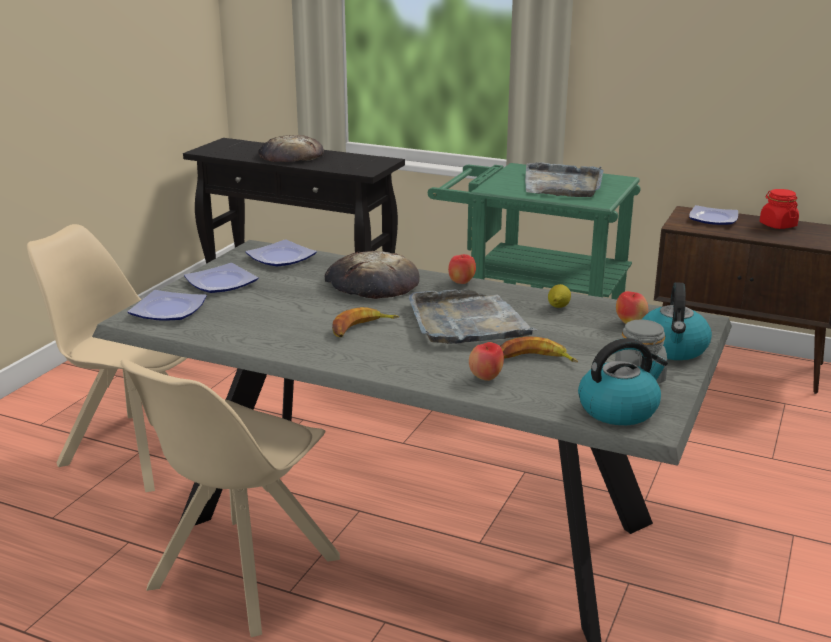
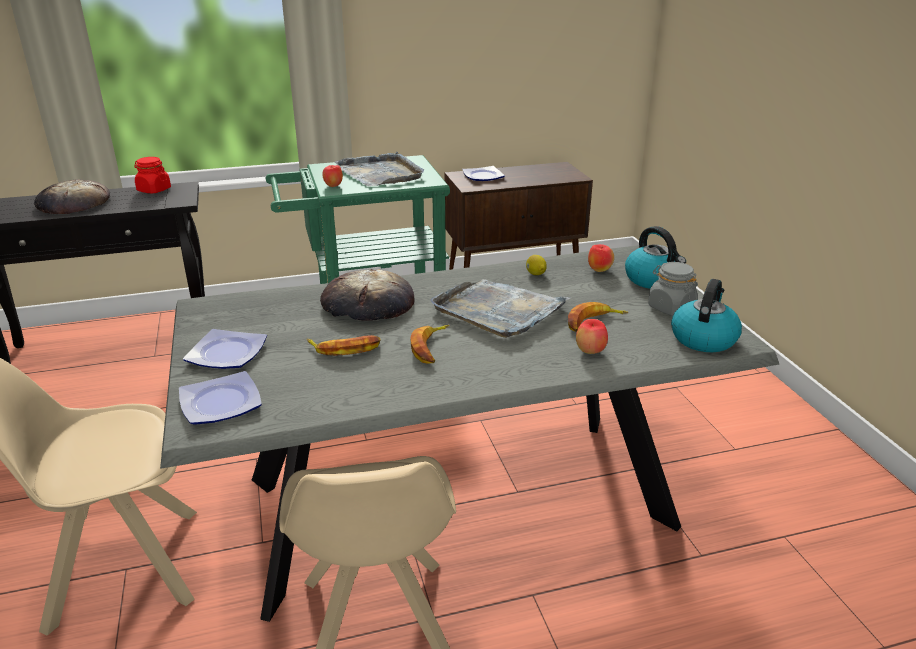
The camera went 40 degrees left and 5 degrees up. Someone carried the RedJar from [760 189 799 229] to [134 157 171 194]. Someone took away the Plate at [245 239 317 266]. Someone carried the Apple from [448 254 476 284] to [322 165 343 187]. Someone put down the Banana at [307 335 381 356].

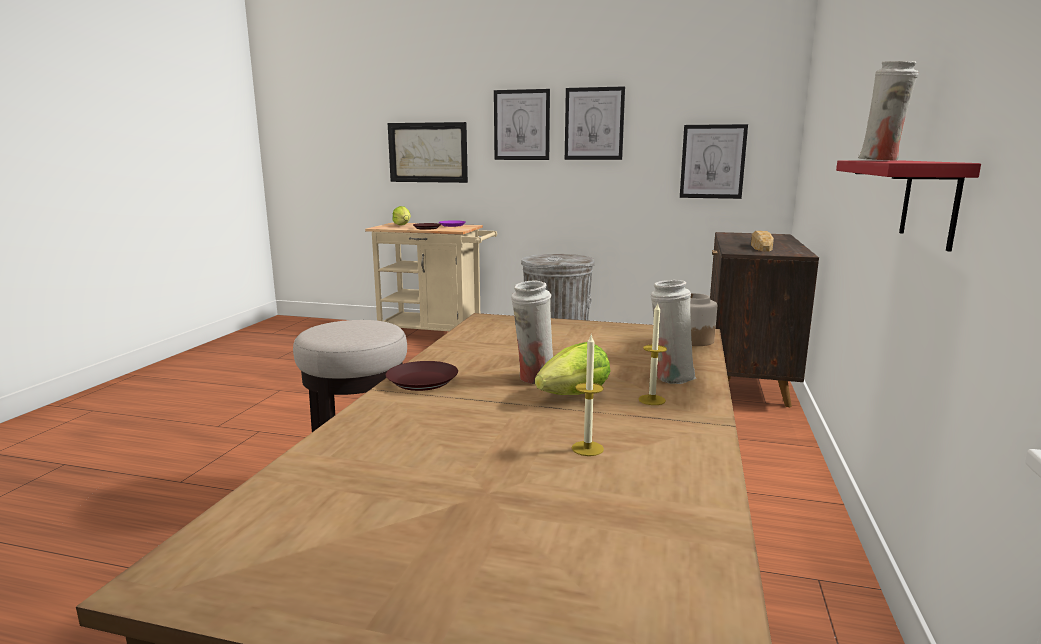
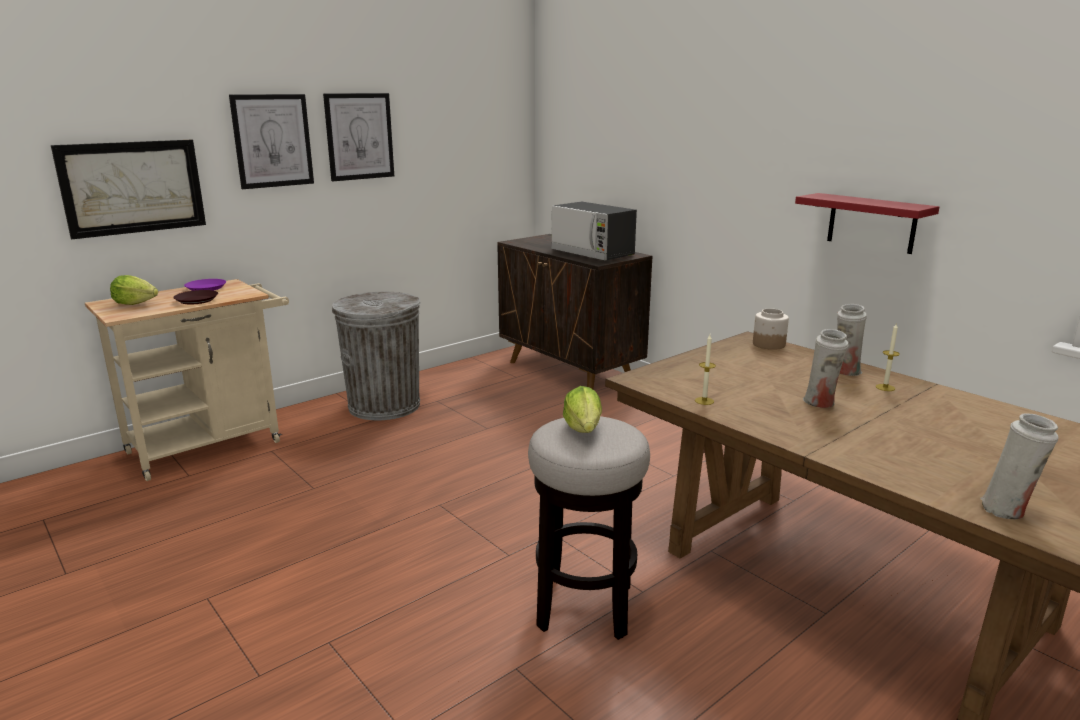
The camera went 55 degrees left and 5 degrees up. Someone carried the WhiteVase from [858 61 918 161] to [980 413 1059 519]. Someone took away the Picture at [680 124 748 199]. Someone swapped the Bread at [751 231 774 251] for the Microwave at [551 202 637 261]. Someone carried the Candle from [572 335 604 456] to [695 335 716 405]. Someone carried the Lettuce from [535 342 611 395] to [563 386 602 433]. Someone took away the BrownPlate at [386 361 458 391].

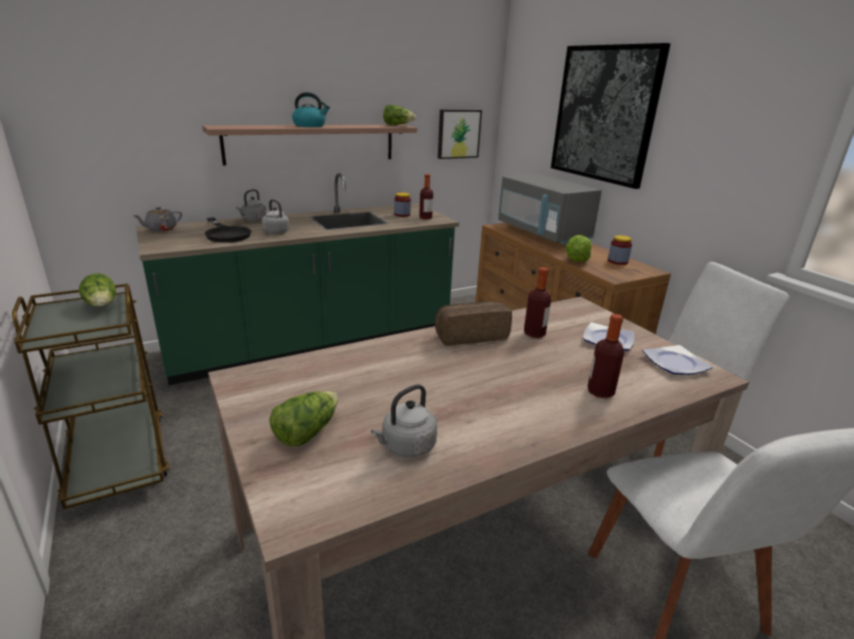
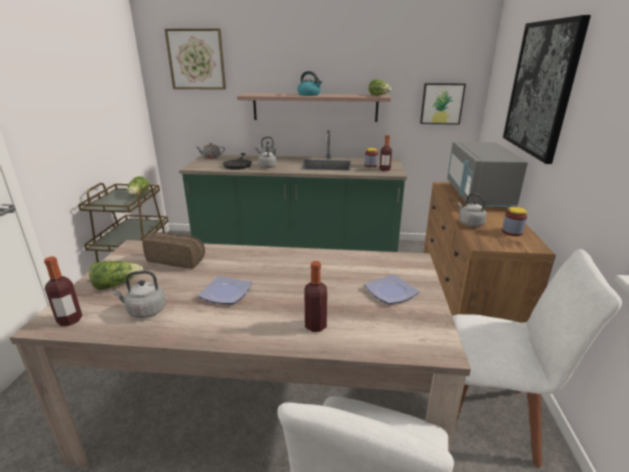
The camera went 35 degrees right and 0 degrees up. Someone swapped the Lettuce at [565 235 591 262] for the GreyKettle at [457 193 487 227]. Someone carried the Bottle from [524 267 551 338] to [44 256 82 326]. Someone carried the Bread from [435 301 512 346] to [142 232 205 269]. Someone carried the Plate from [642 345 713 375] to [198 276 252 304]. Someone put up the Picture at [165 28 226 90].

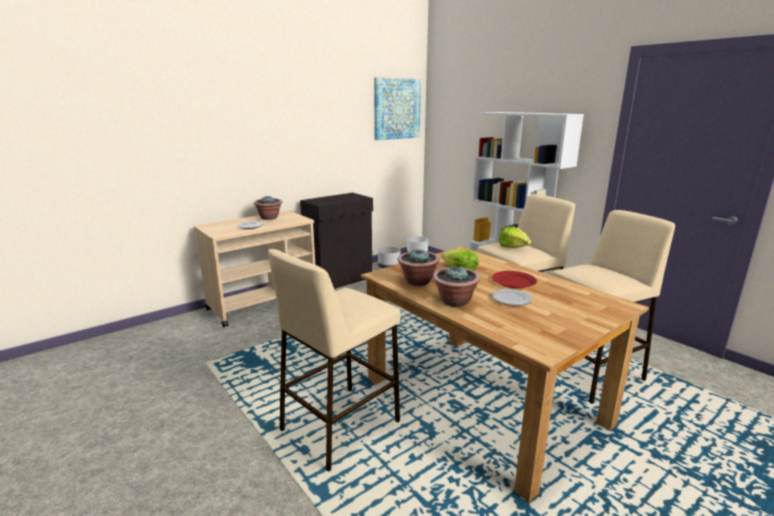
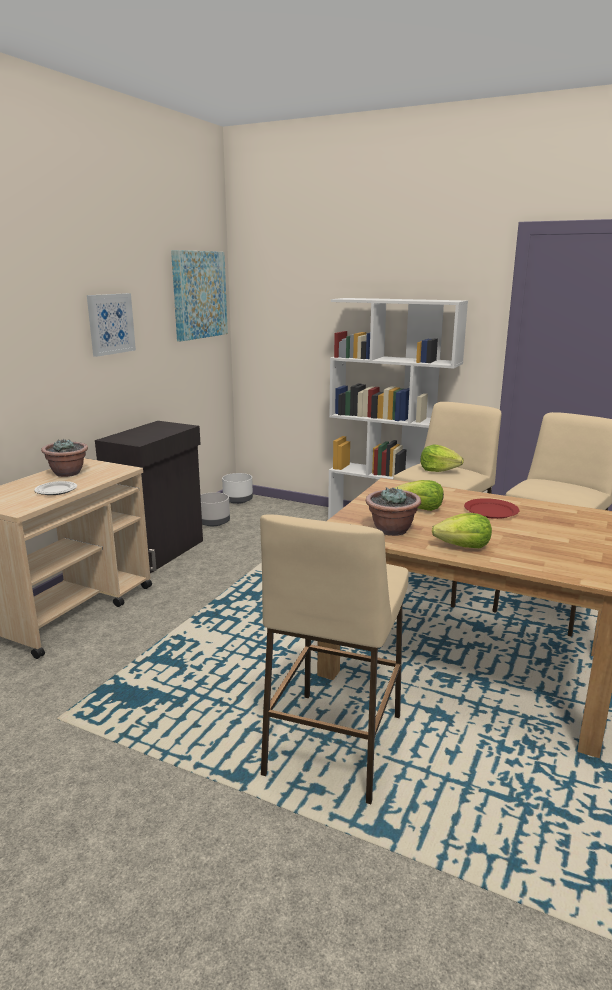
The camera went 25 degrees left and 0 degrees up. Someone swapped the PottedPlant at [433 266 480 307] for the Lettuce at [432 513 492 548]. Someone took away the Plate at [492 289 532 306]. Someone put up the Picture at [87 293 136 357].

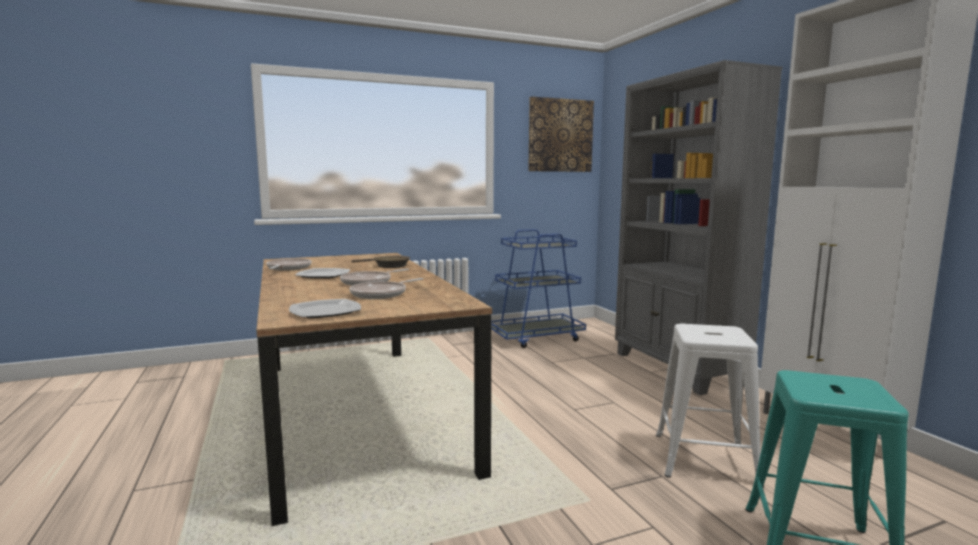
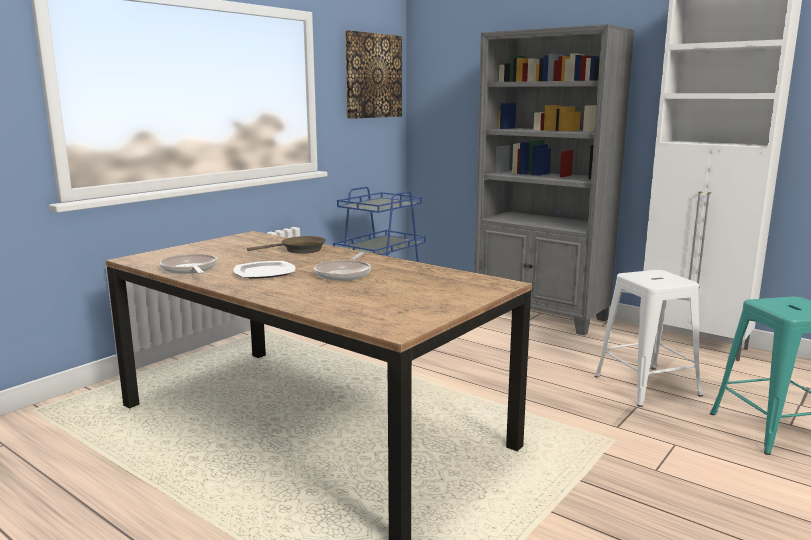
The camera went 30 degrees left and 5 degrees up. Someone took away the FryingPan at [349 278 423 299]. Someone took away the Plate at [289 299 361 318].

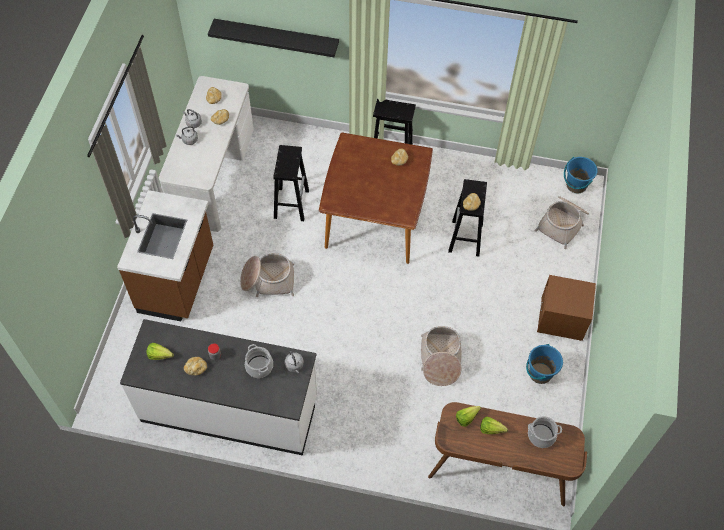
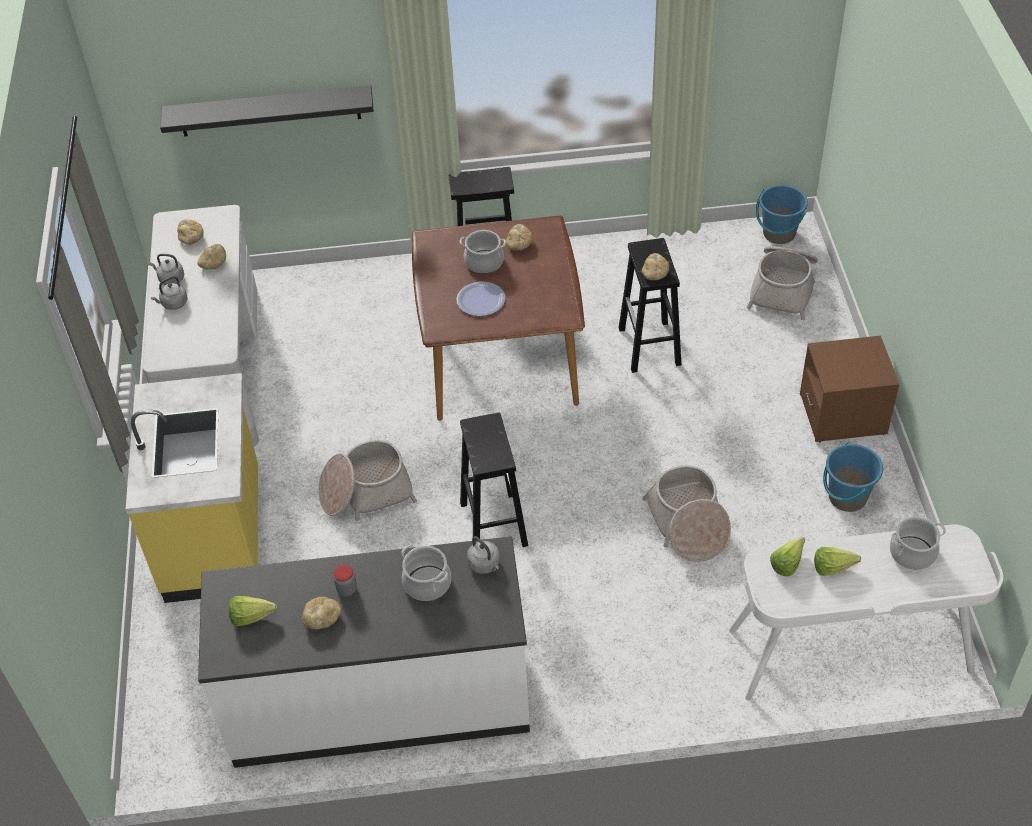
The camera went 15 degrees left and 10 degrees down. Someone carried the BlackStool from [273 145 309 221] to [460 413 528 547]. Someone repainted the BrownCounter at [117 190 213 321], which became the YellowCounter at [126 373 258 603]. Someone repainted the BrownDesk at [428 402 587 506], which became the WhiteDesk at [729 524 1003 701]. Someone put down the CookingPot at [460 230 506 274]. Someone put down the Plate at [456 281 505 316].

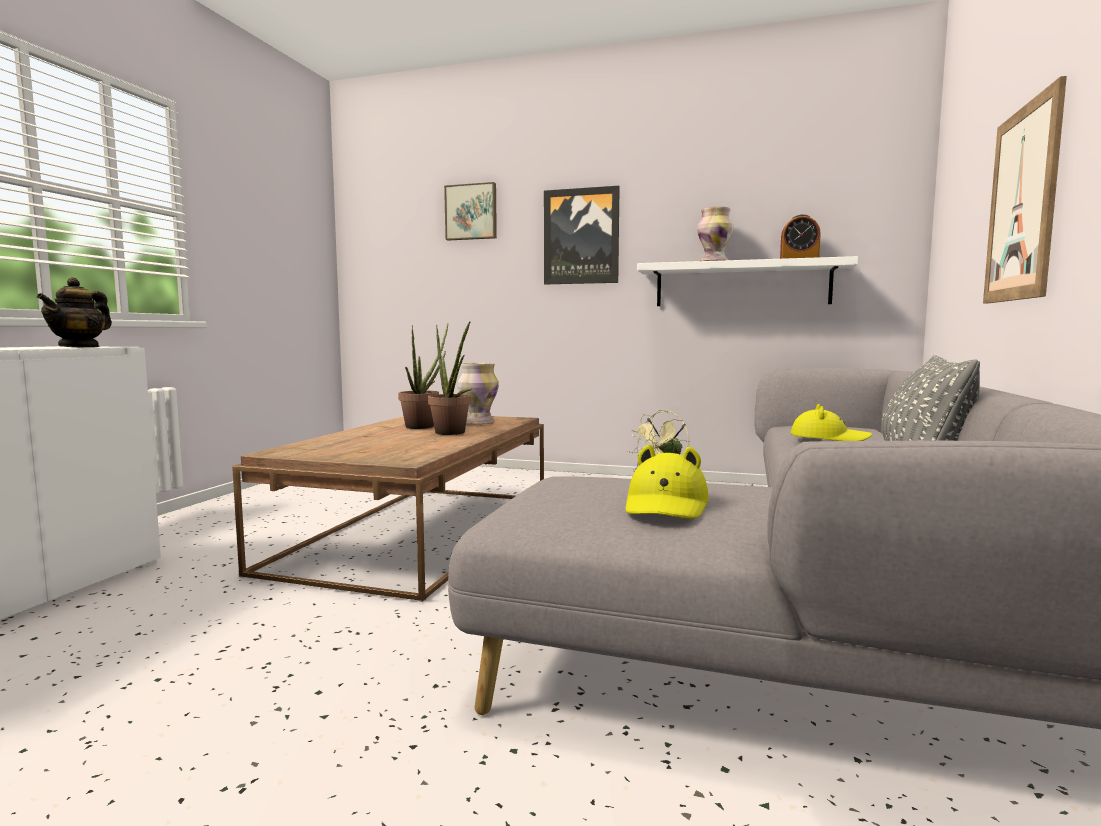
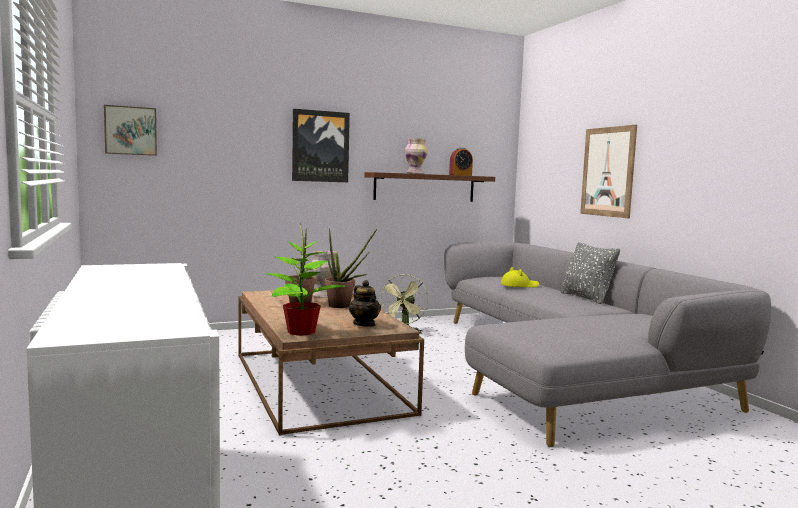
The camera went 40 degrees left and 0 degrees up. Someone carried the Picture from [444 182 497 240] to [104 105 157 156]. Someone repainted the WhiteShelf at [637 256 858 306], which became the BrownShelf at [364 172 495 202]. Someone carried the Teapot from [37 277 112 347] to [349 280 381 327]. Someone took away the YellowHat at [626 445 709 519]. Someone put down the PottedPlant at [266 240 346 336].

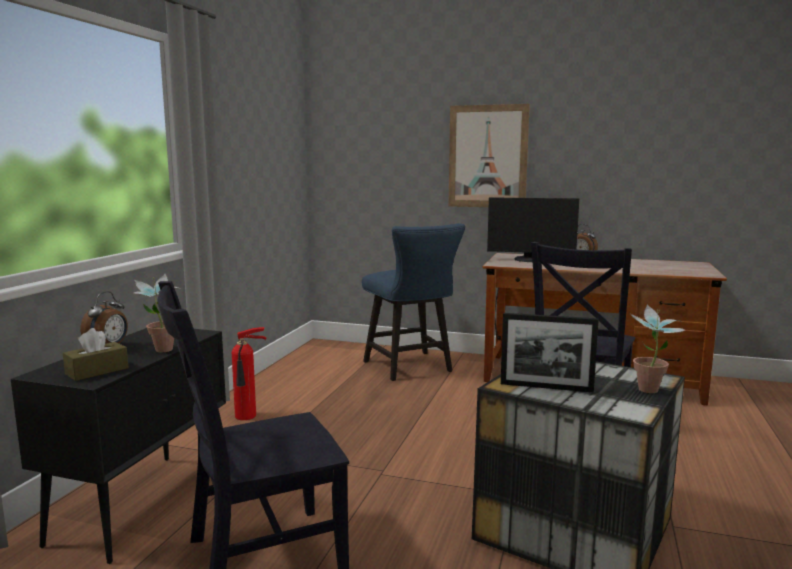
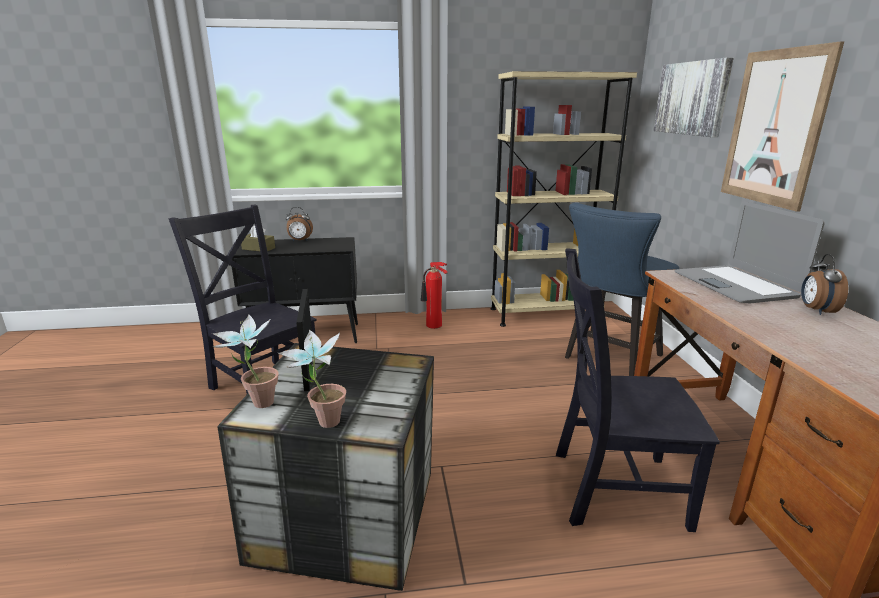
The camera went 65 degrees right and 10 degrees up. Someone swapped the Monitor at [487 197 579 262] for the Laptop at [674 202 825 303]. Someone carried the PottedPlant from [132 274 181 352] to [212 315 279 408]. Someone put up the Picture at [653 57 734 137]. Someone put down the BeigeBookcase at [491 71 637 327].

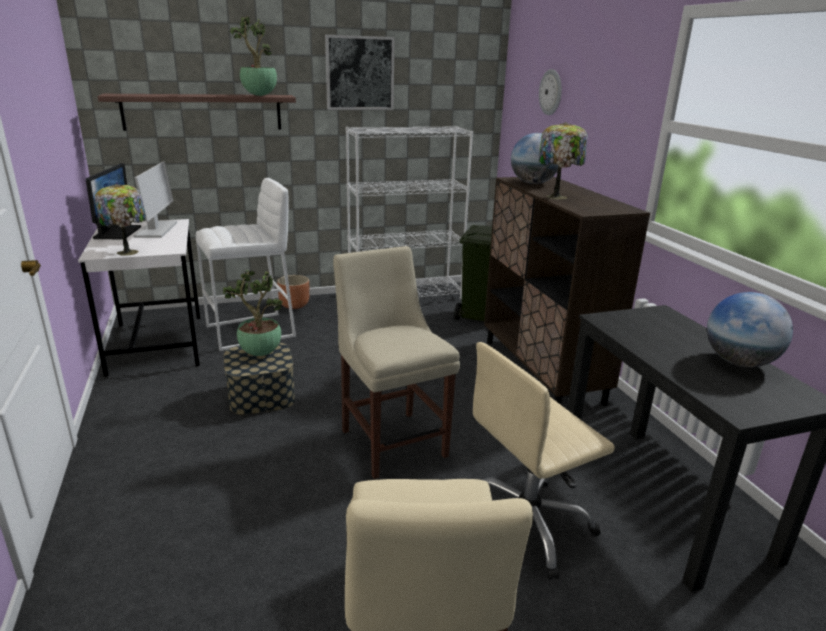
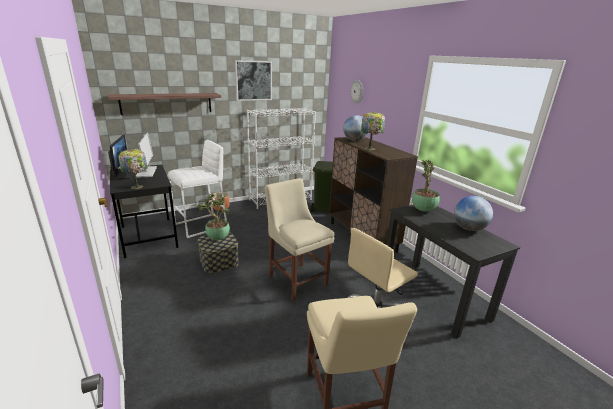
The camera went 10 degrees left and 0 degrees up. Someone carried the PottedPlant from [230 16 277 96] to [412 160 440 212]. Someone repainted the WhiteDesk at [78 219 200 377], which became the BlackDesk at [110 165 178 258].

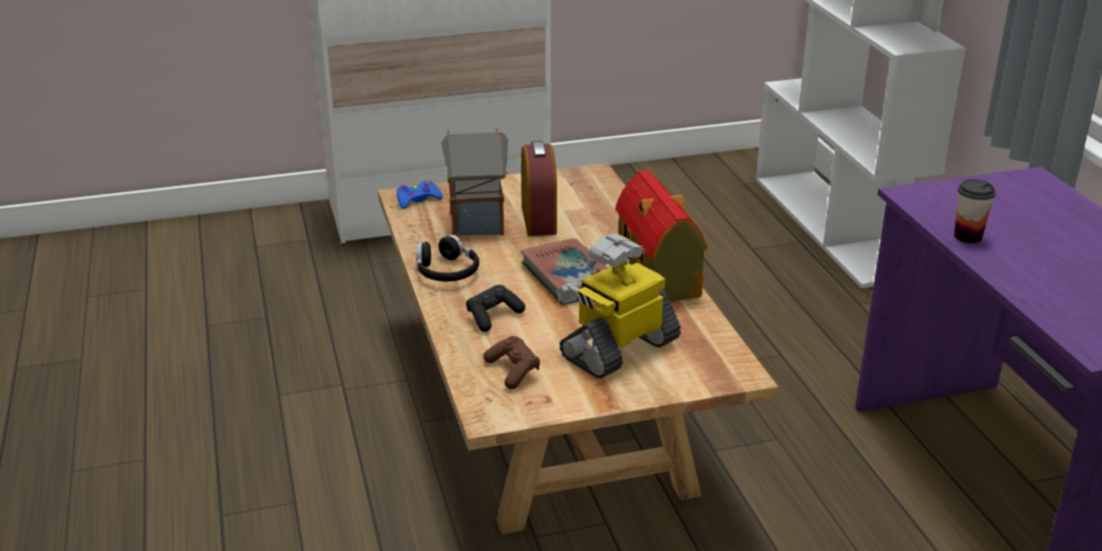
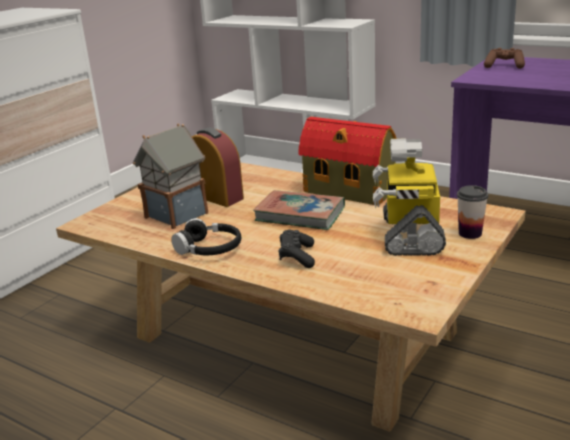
The camera went 40 degrees left and 5 degrees down. Someone carried the Cup from [954 179 996 243] to [457 185 488 239]. Someone took away the BlueGameController at [397 180 443 209]. Someone carried the BrownGameController from [483 336 540 389] to [484 48 525 69].

